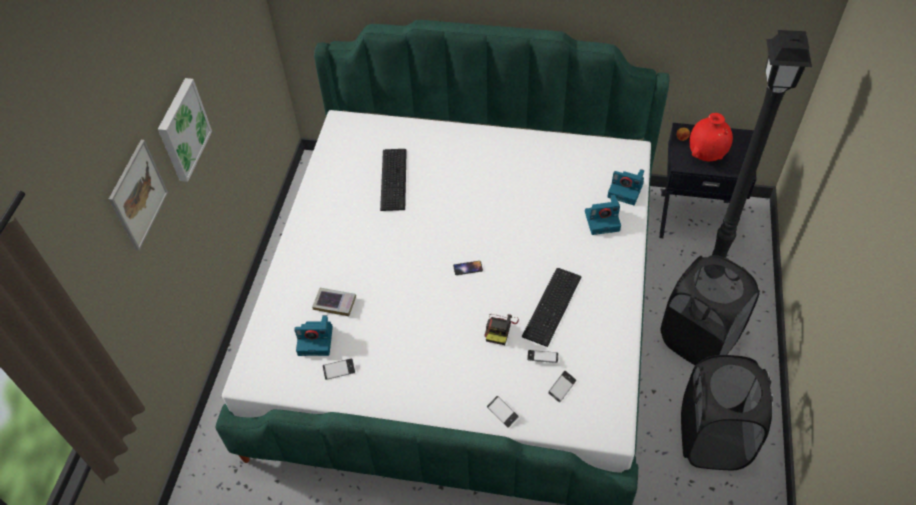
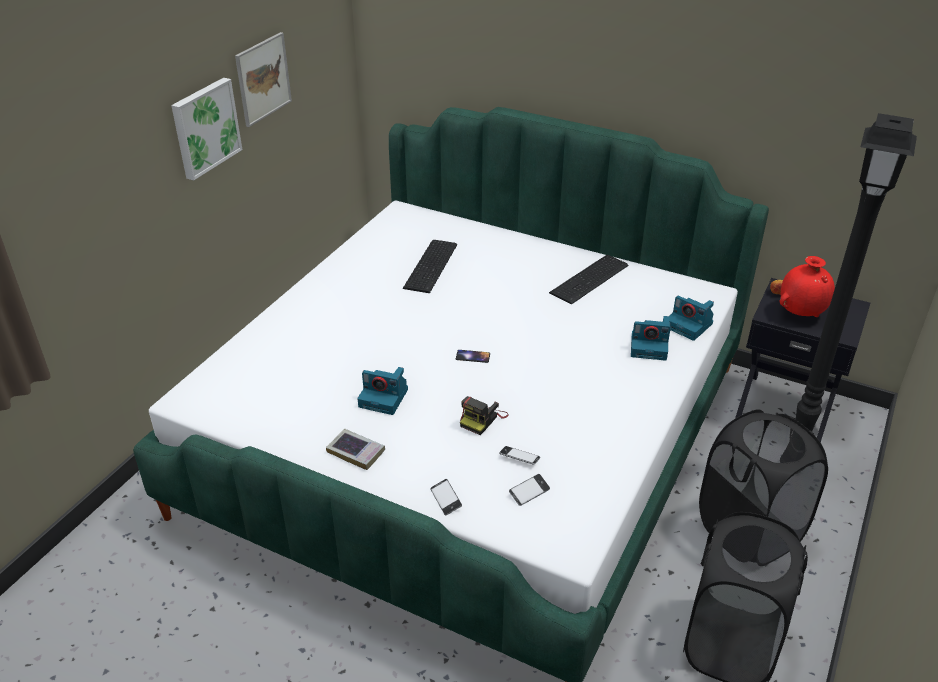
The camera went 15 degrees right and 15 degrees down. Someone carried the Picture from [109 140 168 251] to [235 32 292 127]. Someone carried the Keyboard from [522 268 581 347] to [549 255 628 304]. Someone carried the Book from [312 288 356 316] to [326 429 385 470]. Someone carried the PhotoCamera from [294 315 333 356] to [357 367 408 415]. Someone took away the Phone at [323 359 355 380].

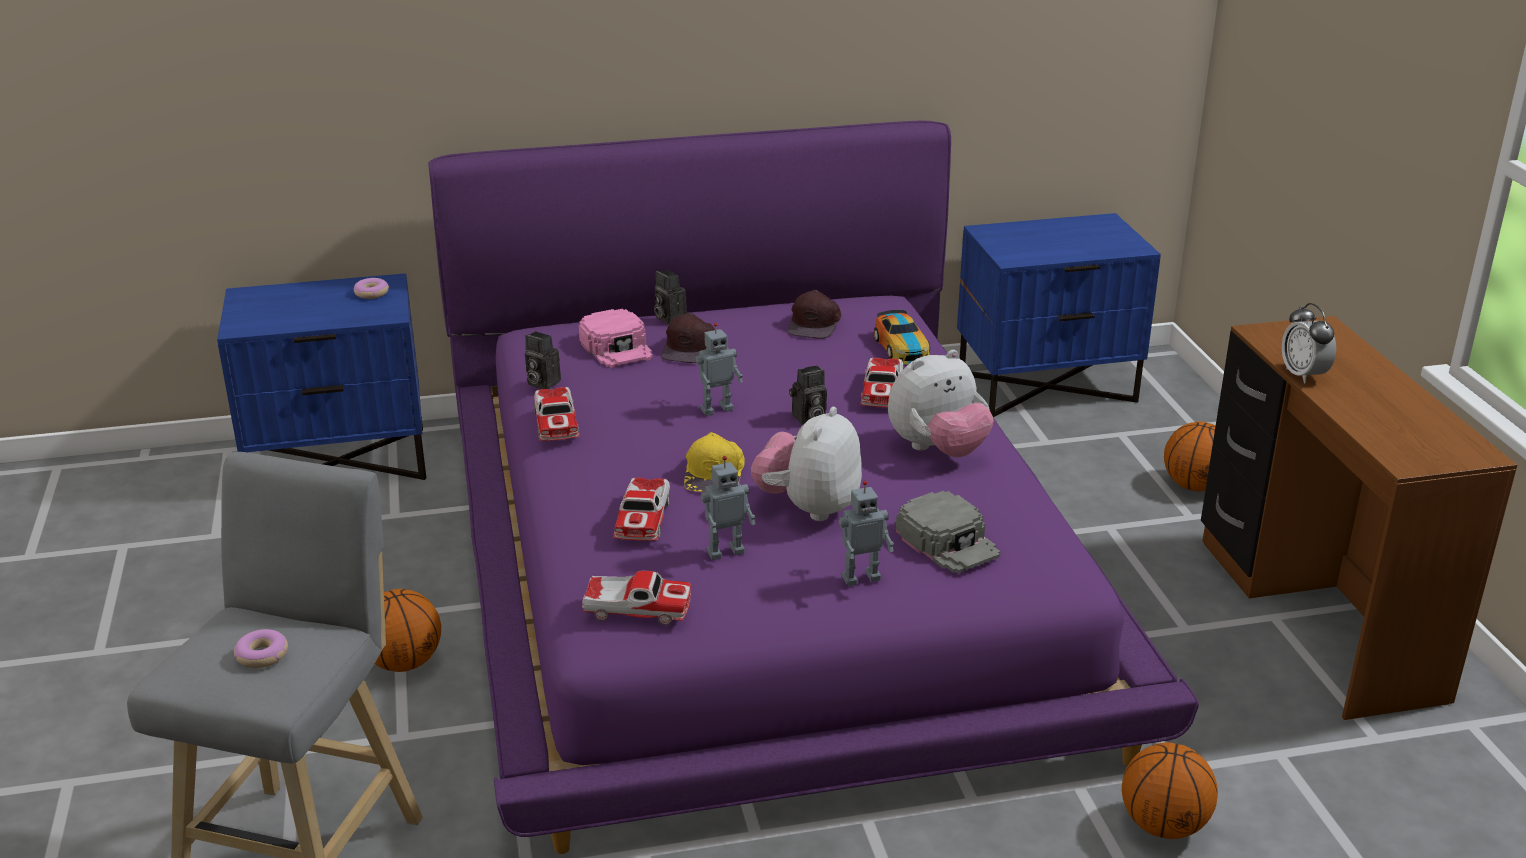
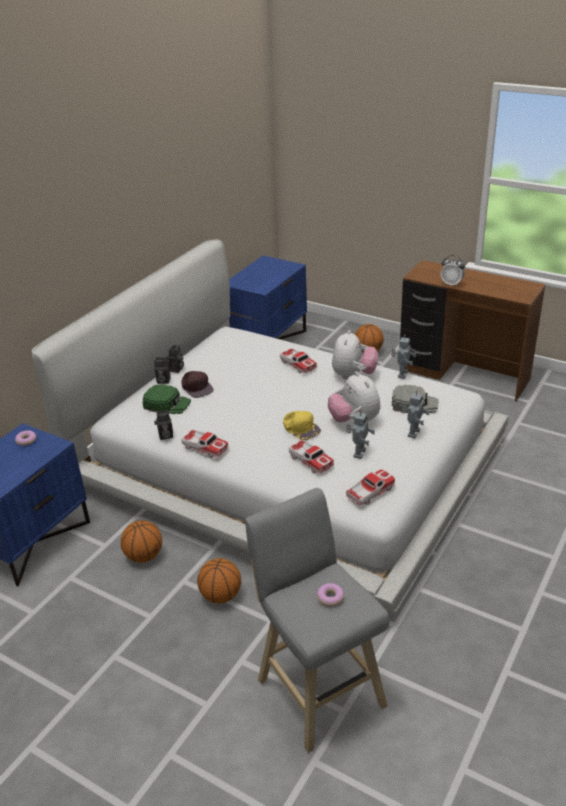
The camera went 45 degrees left and 5 degrees up. Someone repainted the PurpleBed at [429 120 1199 854], which became the WhiteBed at [32 239 509 613]. Someone took away the BrownCap at [788 290 841 339]. Someone repainted the PinkCap at [579 309 653 368], which became the GreenCap at [142 384 191 414]. Someone took away the ToyCar at [874 310 930 364]. Someone carried the ToyRobot from [695 323 743 416] to [391 335 416 379]. Someone carried the PhotoCamera from [789 365 827 426] to [166 345 184 373]. Someone carried the Basketball from [1122 742 1218 839] to [120 520 162 563].

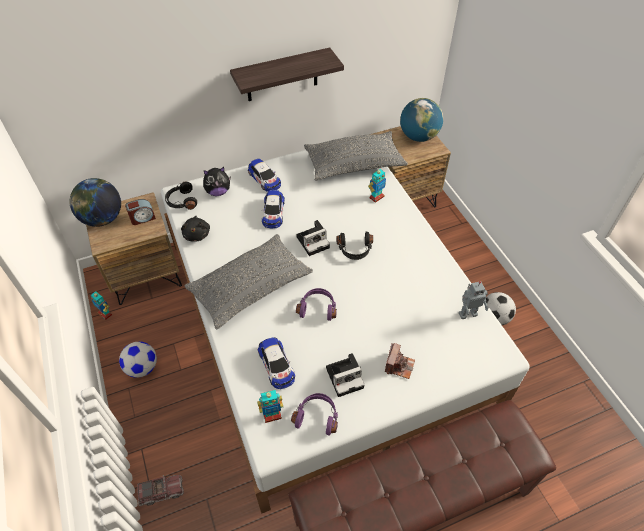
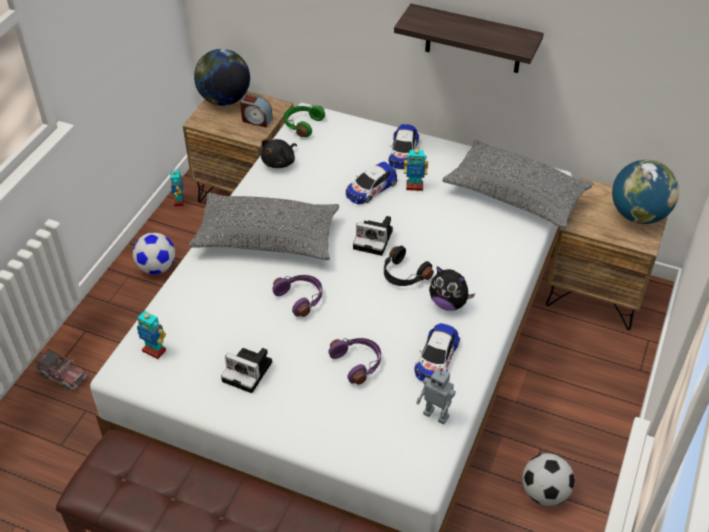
The camera went 45 degrees right and 5 degrees down. Someone carried the PlushToy from [203 167 231 196] to [429 266 475 311]. Someone carried the ToyRobot from [368 169 386 203] to [404 147 428 191]. Someone repainted the BlackHeadphones at [165 181 197 210], which became the GreenHeadphones at [284 105 325 137]. Someone carried the ToyCar from [257 337 295 389] to [414 323 460 381]. Someone took away the PhotoCamera at [385 343 415 379]. Someone carried the PurpleHeadphones from [291 393 338 435] to [329 338 381 385].

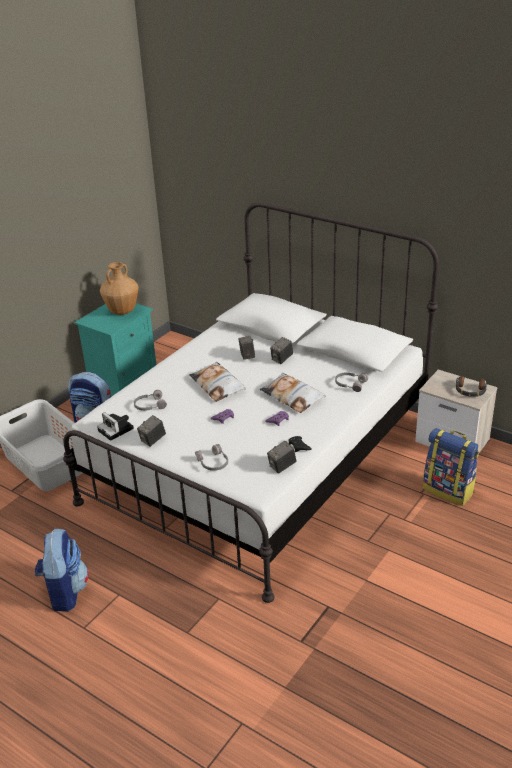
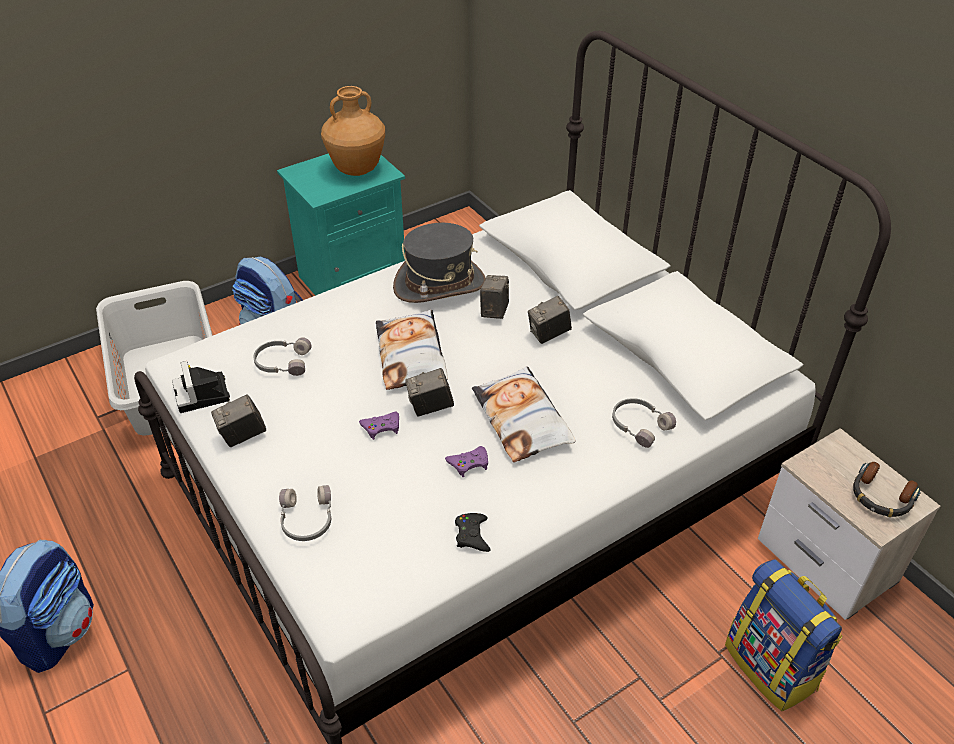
The camera went 20 degrees right and 10 degrees up. Someone carried the PhotoCamera from [267 441 296 473] to [405 368 454 417]. Someone put down the GreyHat at [393 223 486 303].

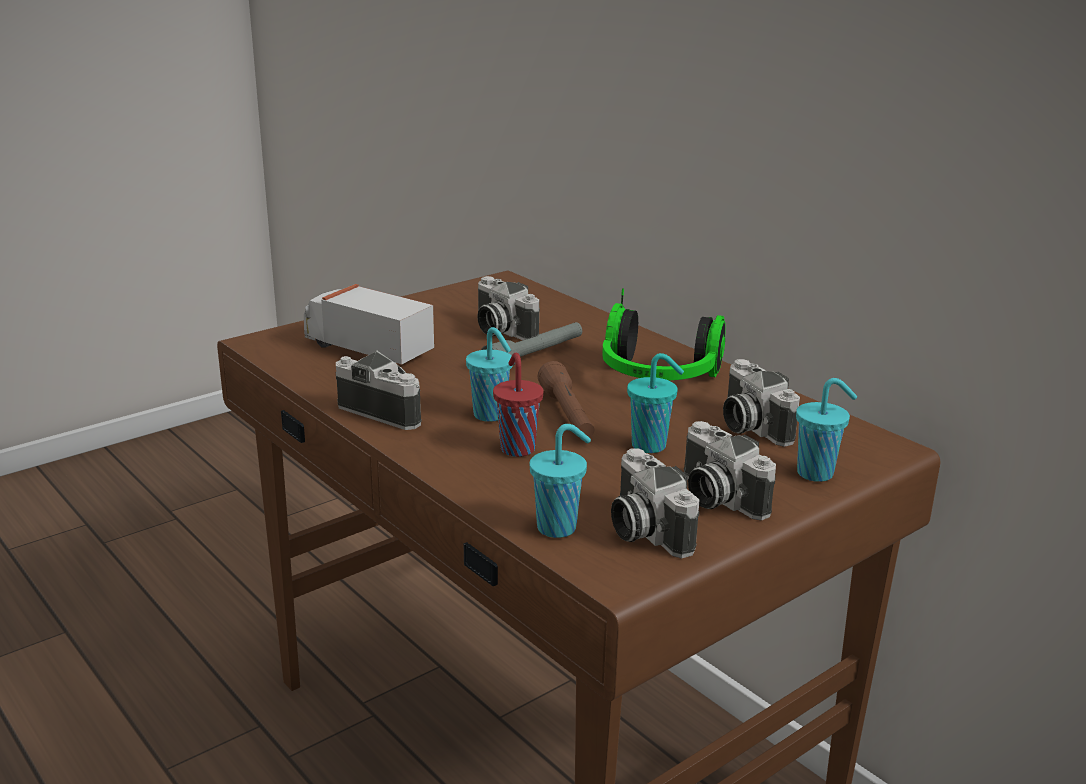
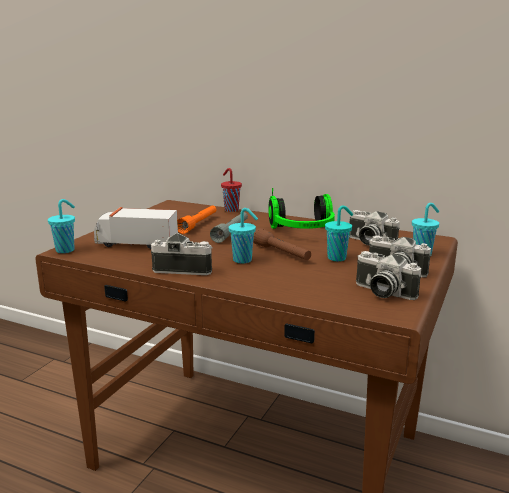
The camera went 25 degrees left and 5 degrees down. Someone swapped the PhotoCamera at [477 276 540 340] for the OrangeFlashlight at [177 205 216 234]. Someone carried the RedCup from [493 353 543 457] to [221 168 242 212]. Someone carried the TurquoiseCup from [529 424 591 538] to [48 199 75 253].

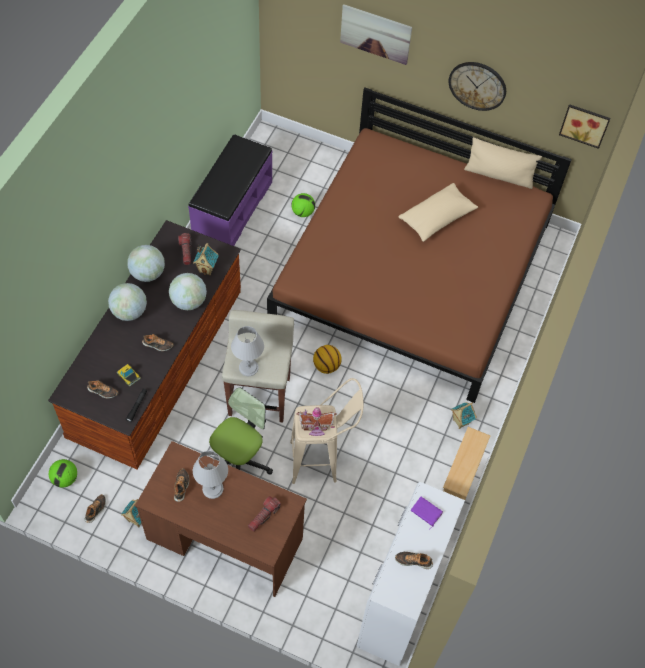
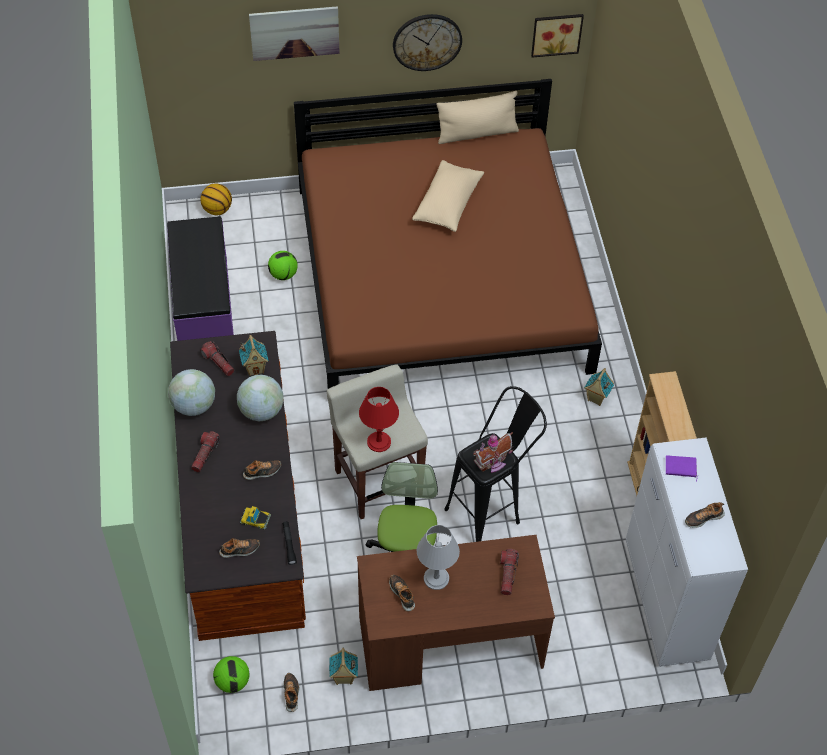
The camera went 30 degrees left and 5 degrees down. Someone swapped the Globe at [108 283 147 321] for the Flashlight at [191 431 220 472]. Someone repainted the GreyTableLamp at [231 326 264 376], which became the RedTableLamp at [359 387 399 452]. Someone carried the Basketball from [313 345 342 374] to [200 184 232 215]. Someone repainted the BeigeStool at [290 378 364 484], which became the BlackStool at [444 386 547 542].

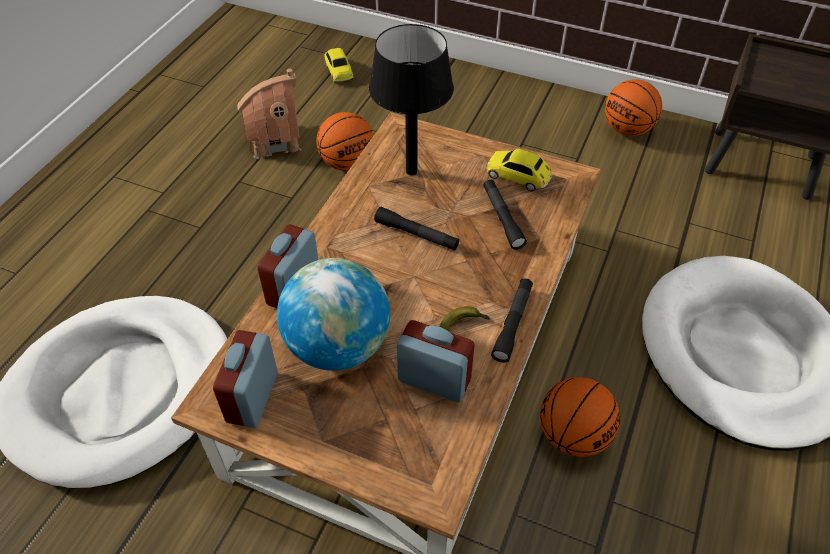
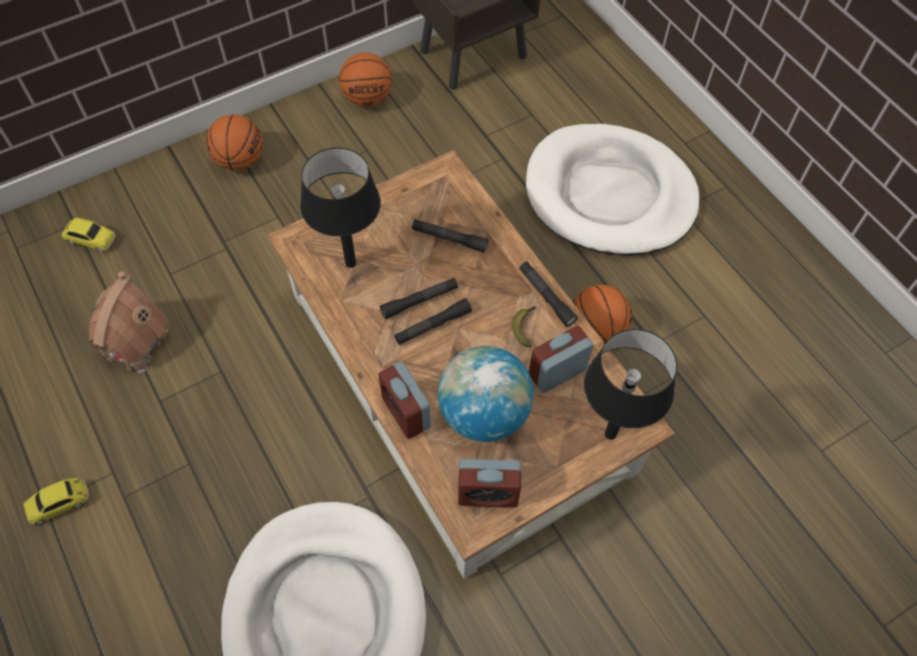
The camera went 55 degrees left and 10 degrees up. Someone carried the Basketball from [316 112 374 171] to [206 114 263 171]. Someone carried the ToyCar from [487 149 552 192] to [23 478 89 526]. Someone rotated the AlarmClock at [213 330 277 428] by 45 degrees counterclockwise. Someone put down the BlackFlashlight at [394 298 472 345]. Someone put down the BlackTableLamp at [584 329 677 440].

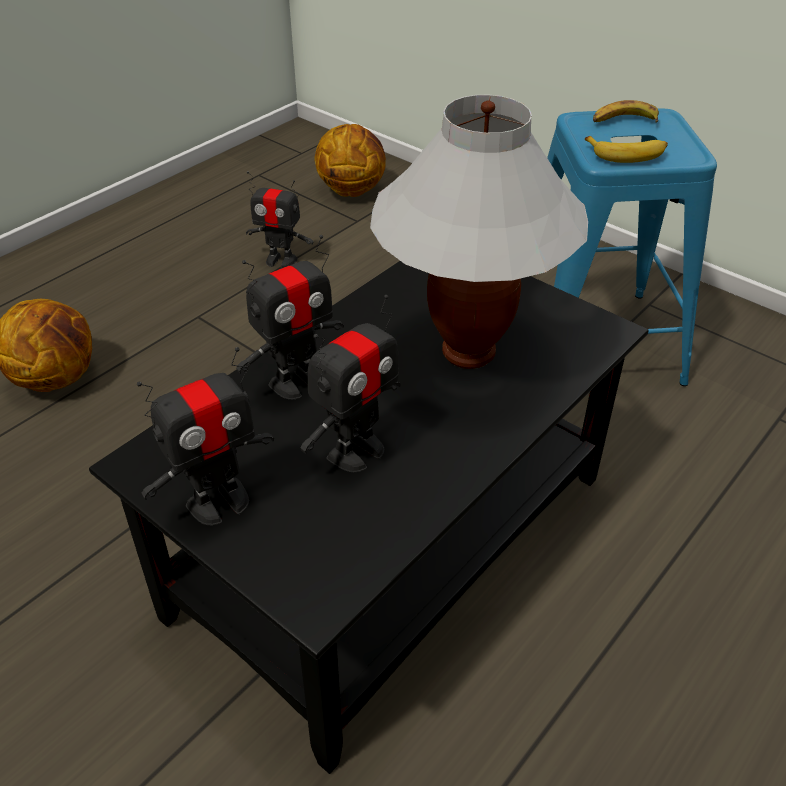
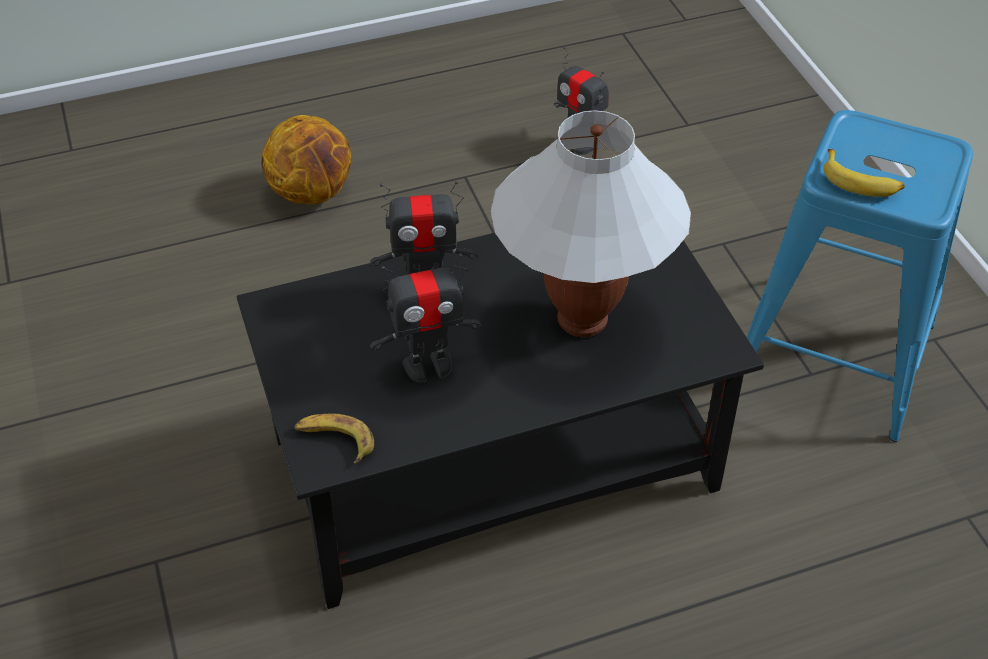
The camera went 30 degrees right and 5 degrees up. Someone carried the Banana from [593 100 659 123] to [294 413 374 464]. Someone took away the Basketball at [314 124 386 197]. Someone took away the ToyRobot at [137 347 274 525].

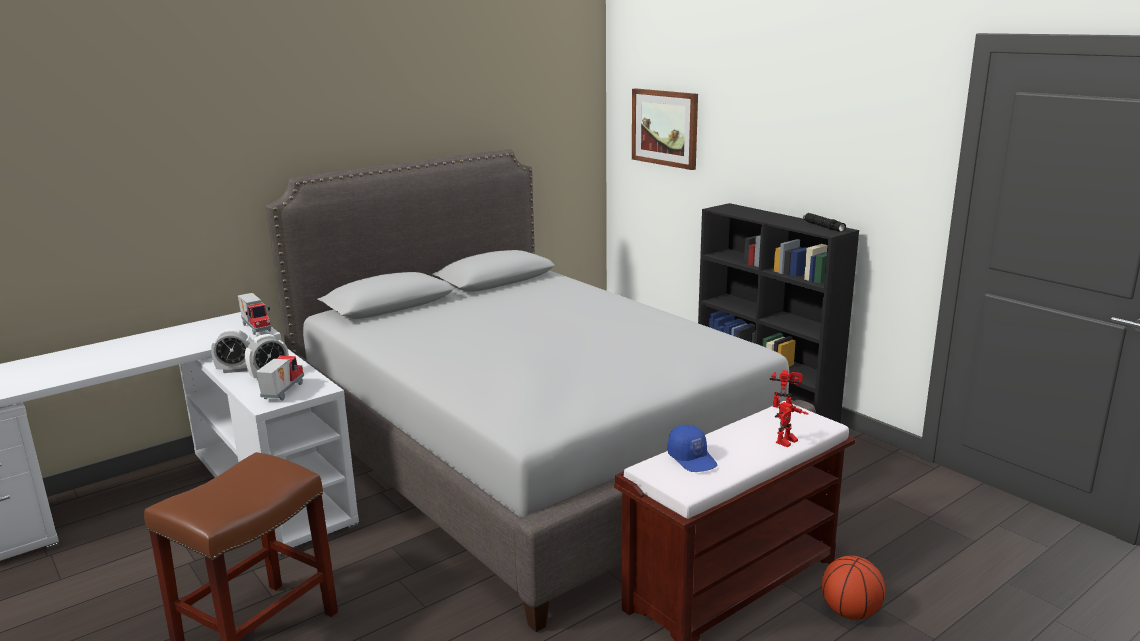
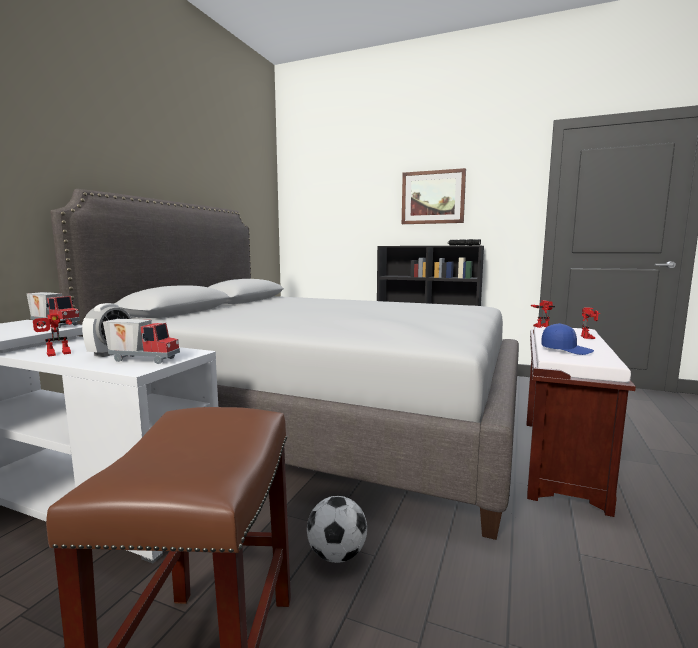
The camera went 30 degrees left and 10 degrees down. Someone carried the Picture from [632 88 698 170] to [402 168 466 224]. Someone swapped the AlarmClock at [211 329 252 373] for the ToyRobot at [33 313 72 357]. Someone rotated the ToyTruck at [256 355 304 400] by 120 degrees clockwise. Someone took away the Basketball at [822 556 885 620]. Someone put down the Football at [307 496 367 563].

